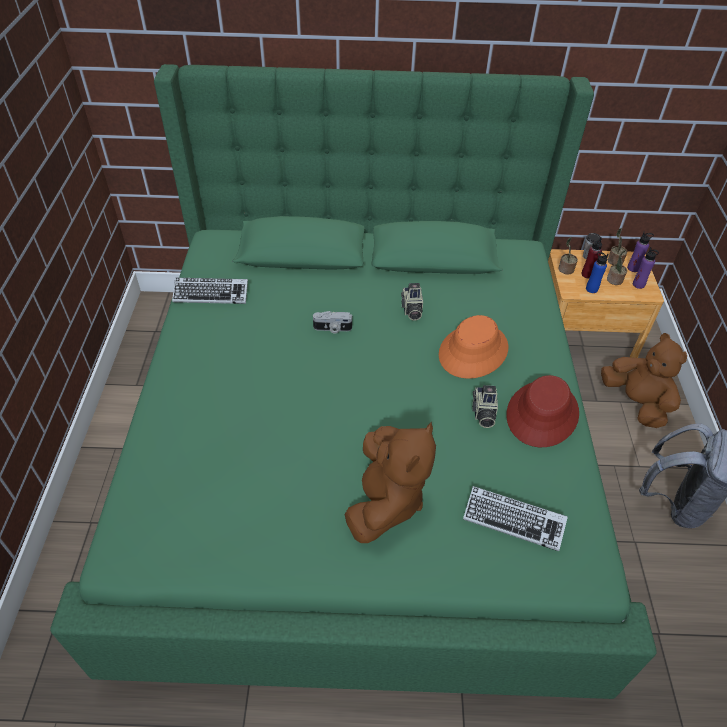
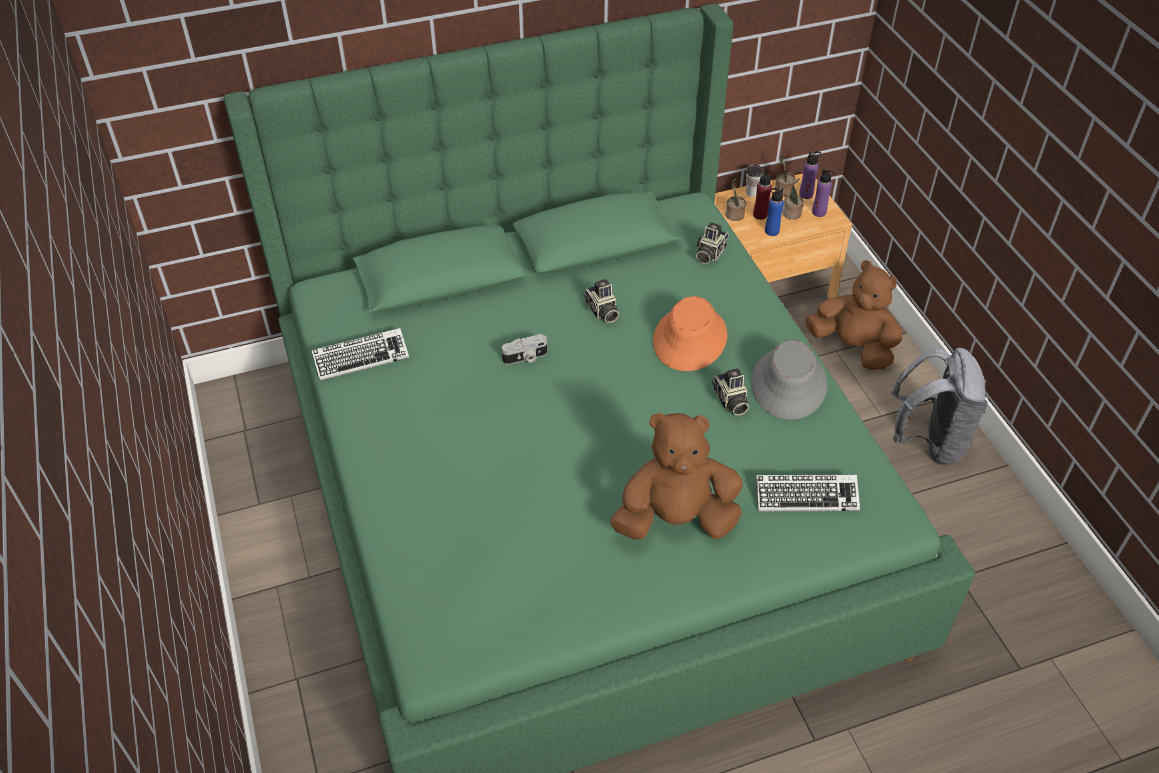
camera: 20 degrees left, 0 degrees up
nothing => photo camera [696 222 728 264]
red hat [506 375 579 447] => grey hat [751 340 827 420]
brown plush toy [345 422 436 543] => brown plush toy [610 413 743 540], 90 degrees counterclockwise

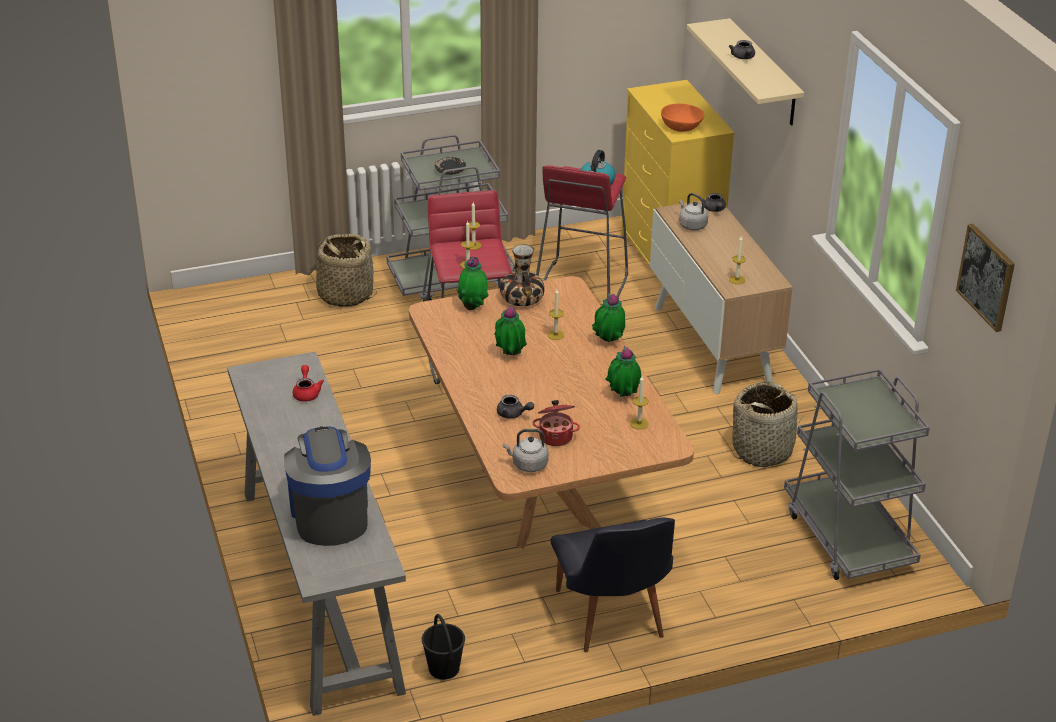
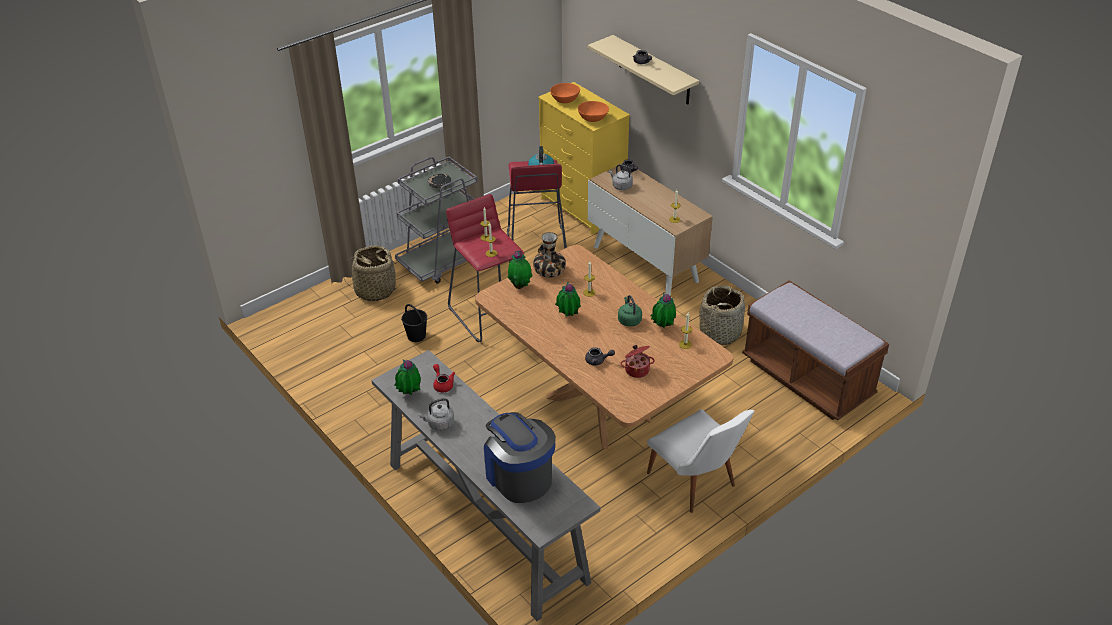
camera: 20 degrees left, 5 degrees up
picture [956 224 1015 332] => nothing
nothing => orange bowl [550 83 580 103]
nothing => green kettle [618 295 642 327]
black bucket [422 614 465 680] => black bucket [401 304 427 342], move
grey kettle [503 429 549 472] => grey kettle [419 398 454 431], move
potted plant [592 292 625 342] => potted plant [394 359 421 395], move
grey cart [784 369 930 580] => brown bench [742 280 889 421]
black chair [550 518 675 652] => white chair [647 409 754 513]

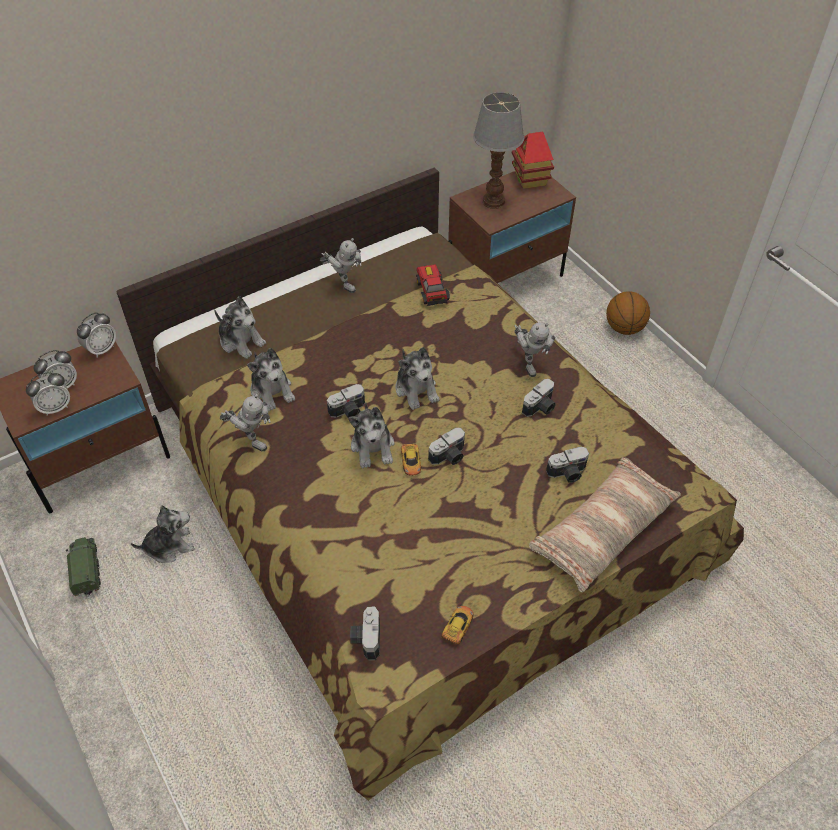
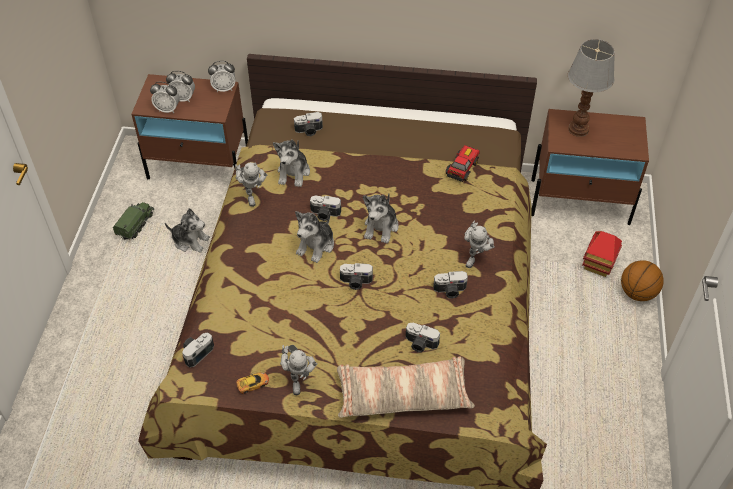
camera: 40 degrees right, 0 degrees up
toy car [401 432 421 476] => nothing
toy robot [320 238 361 293] => toy robot [280 345 317 395], move
toy house [512 132 554 189] => toy house [582 231 622 277], move
plush toy [214 296 266 359] => photo camera [294 112 323 136]

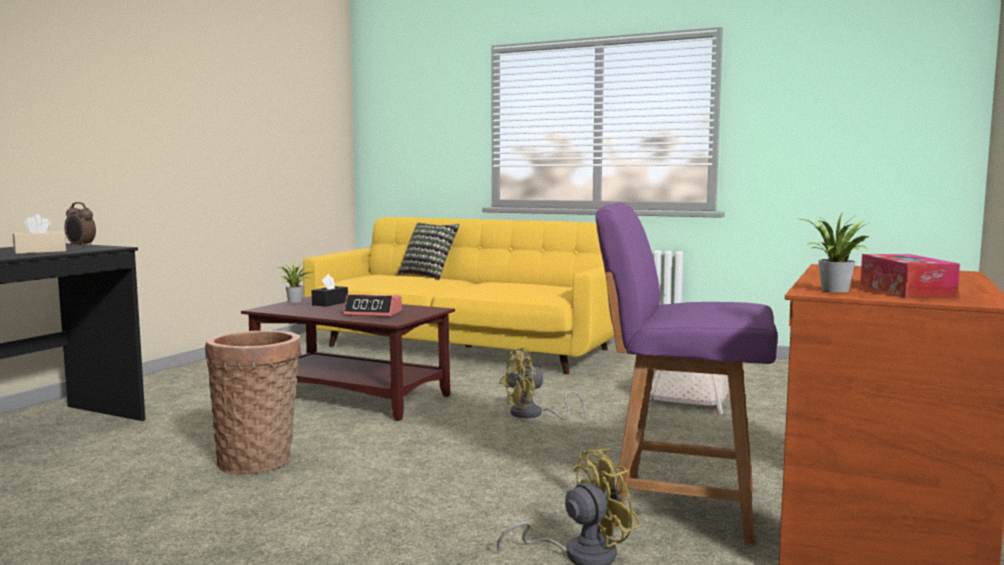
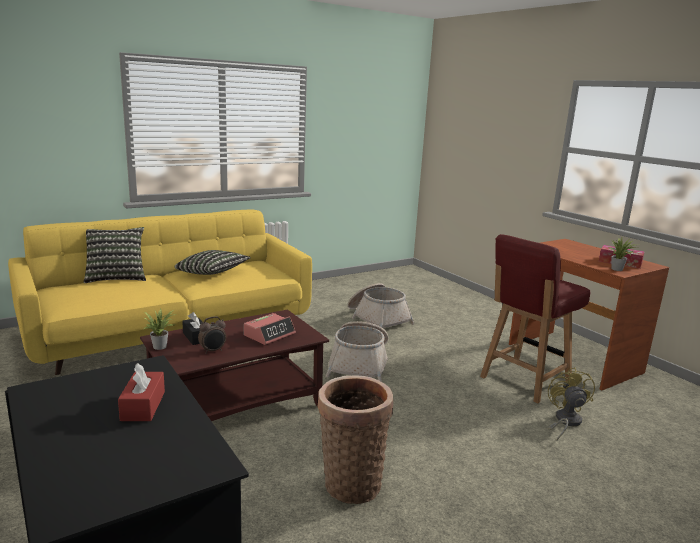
camera: 60 degrees left, 10 degrees up
nothing => pillow [174 250 250 275]
alarm clock [64 202 96 247] => alarm clock [198 316 226 354], move
yellow fan [500 348 586 419] => basket [326 321 389 382]
beige tissue box [13 214 66 254] => red tissue box [118 363 165 421]
purple chair [595 202 777 545] => red chair [480 234 590 403]

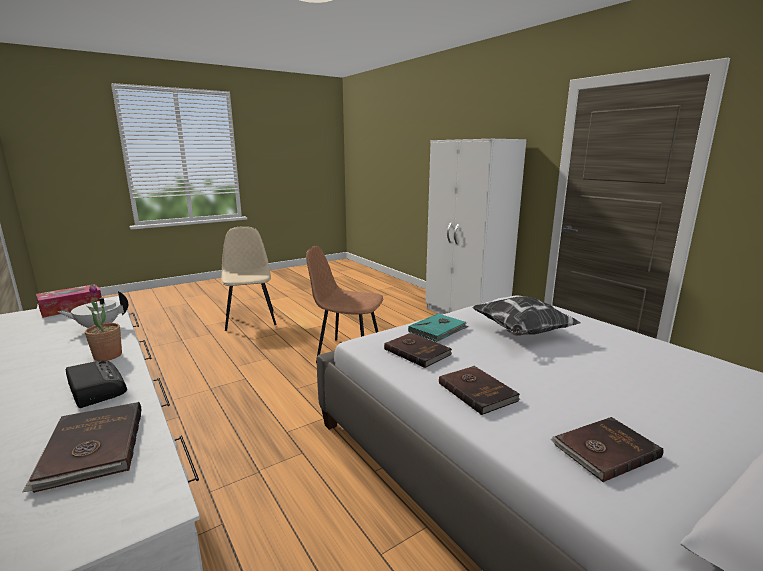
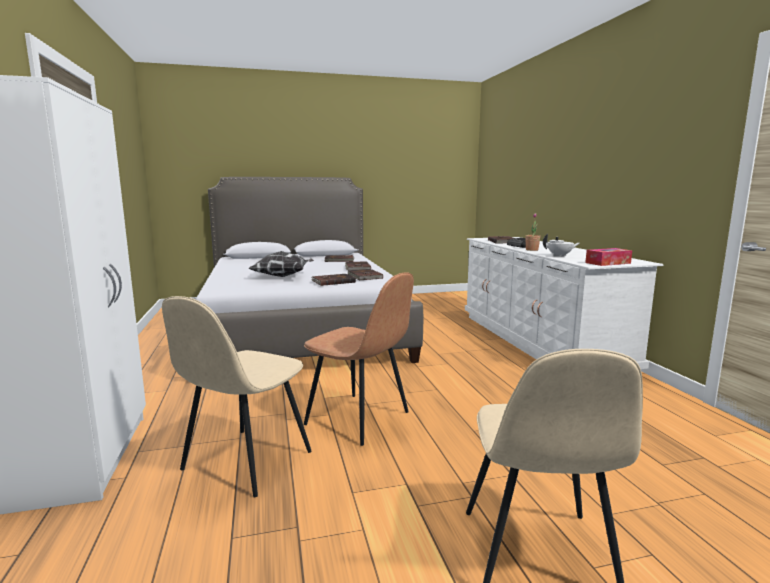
camera: 160 degrees left, 5 degrees down
nothing => beige chair [162 296 312 497]
turquoise book [408 313 469 342] => brown book [311 274 356 286]

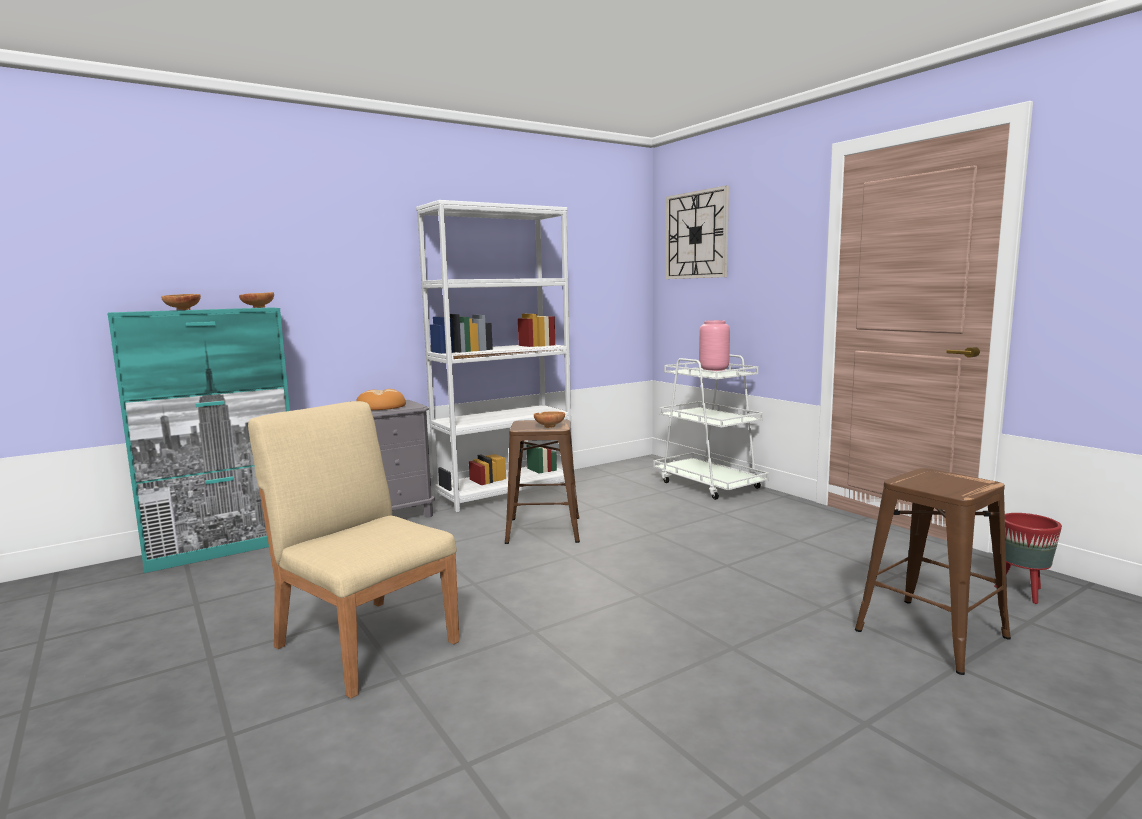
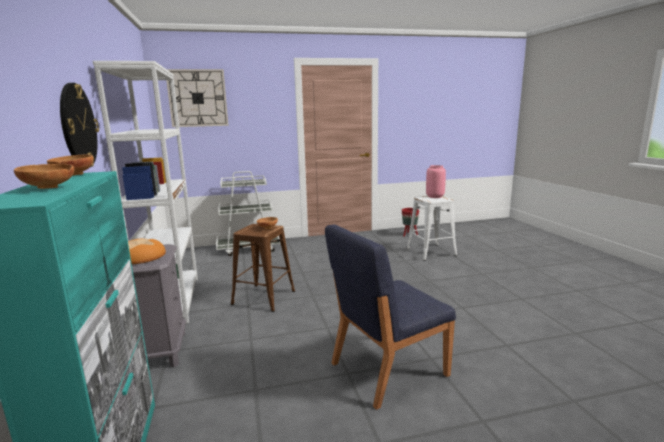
camera: 70 degrees left, 5 degrees up
nothing => wall clock [60 83 99 167]
pink vase [699 320 730 371] => pink vase [426 165 446 198], move
beige chair [248 401 459 699] => blue chair [325 225 456 410]
brown stool [855 468 1011 675] => white stool [407 196 457 261]

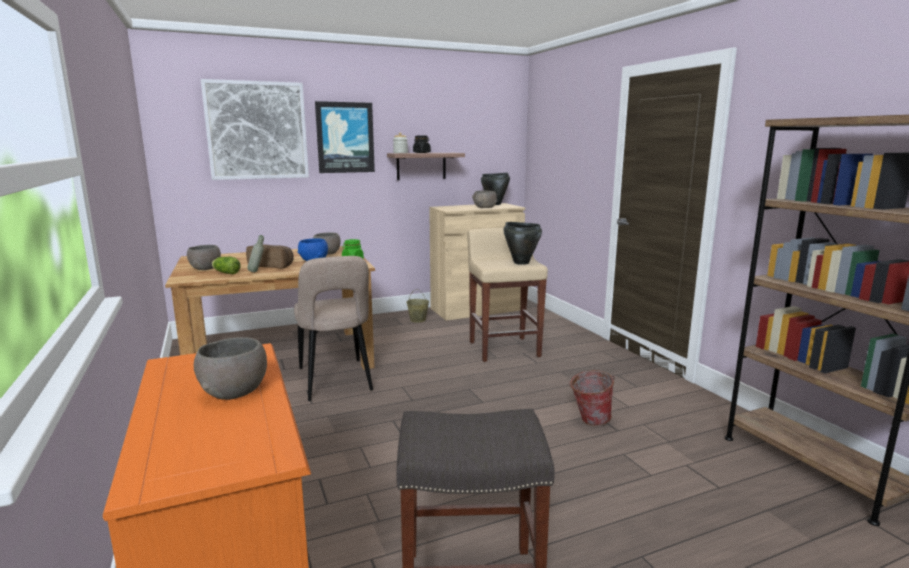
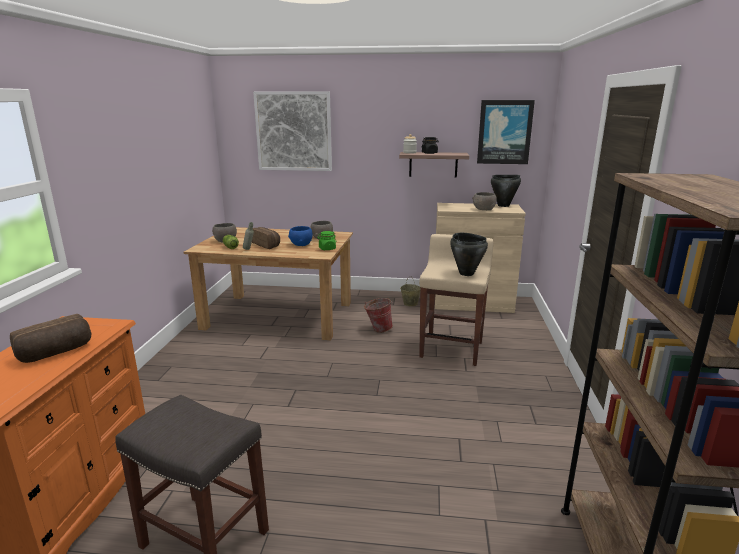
camera: 30 degrees right, 5 degrees up
beige chair [294 256 373 401] => nothing
picture [315 101 375 173] => picture [477 100 535 164], move
bucket [568 370 615 426] => bucket [364 298 393 333], move
grey bowl [194 337 267 400] => bread [10 314 91 363]

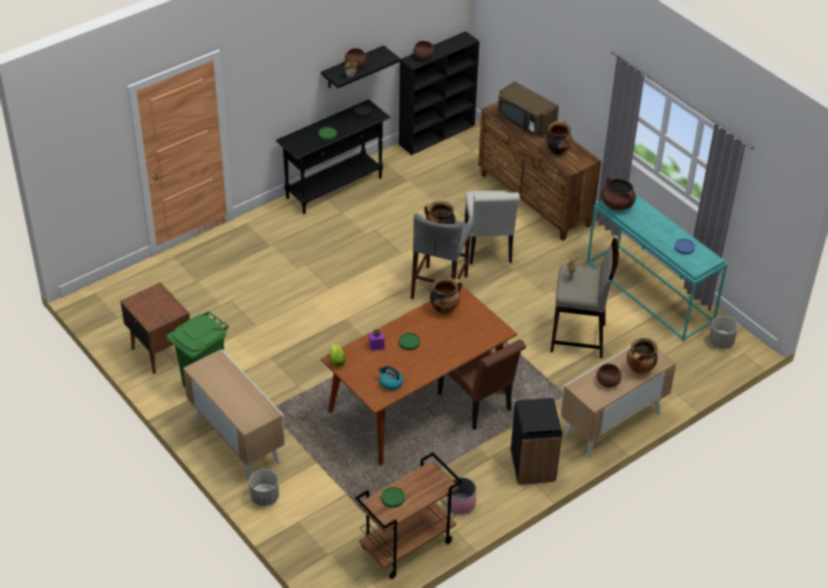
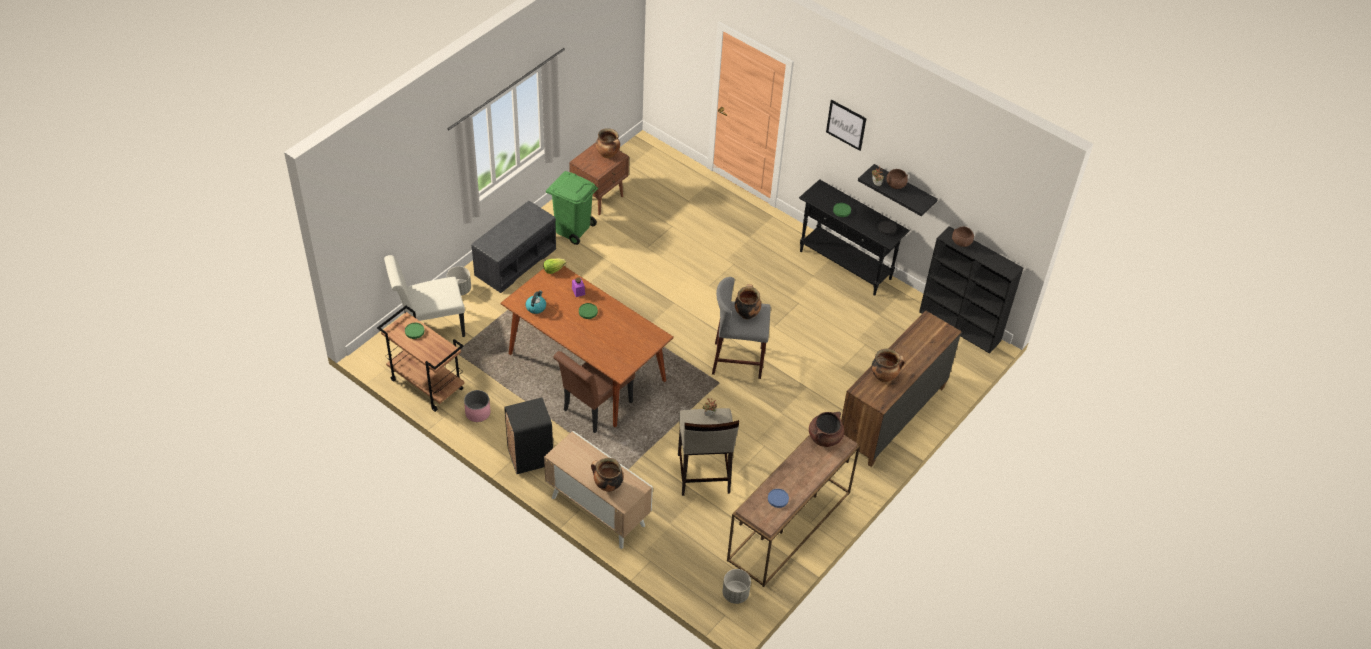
camera: 75 degrees right, 5 degrees up
brown microwave [498 81 559 137] => nothing
brown bowl [597 364 622 388] => nothing
nothing => picture [826 100 867 151]
cooking pot [430 277 462 314] => cooking pot [596 128 620 158], move
white chair [464 191 520 264] => white chair [384 255 465 337], move
cabinet [183 349 285 480] => grey bench [471 201 556 293]
turquoise console table [587 194 728 341] => brown console table [727 435 860 587]

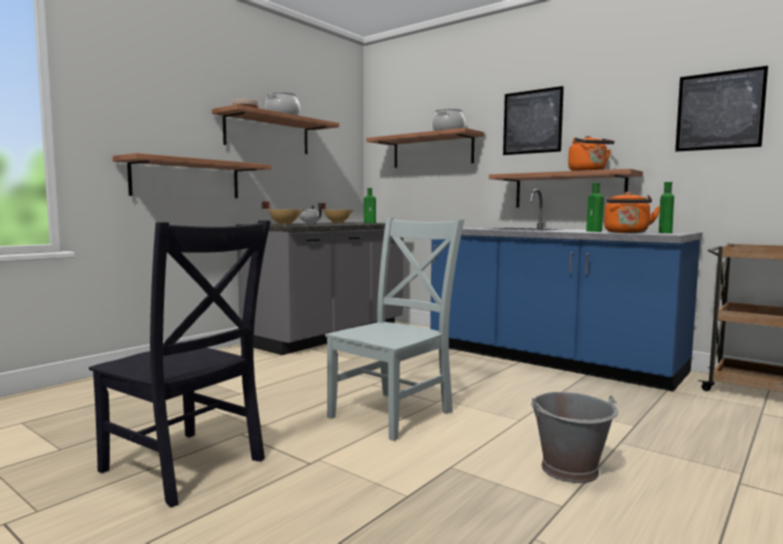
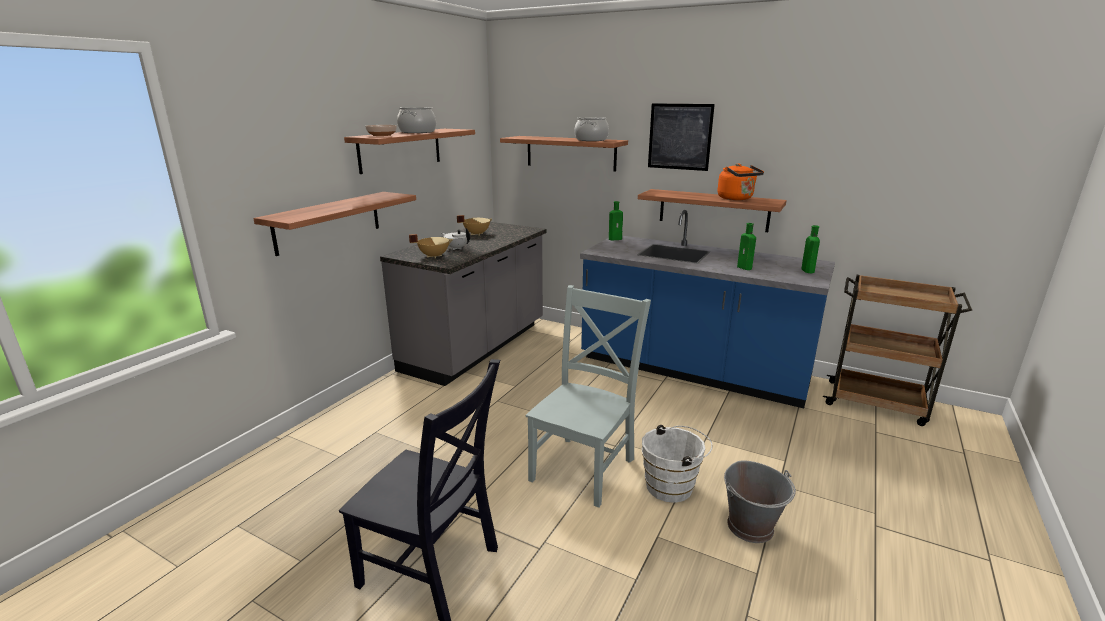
camera: 10 degrees left, 15 degrees up
orange kettle [604 192 661 233] => nothing
picture [675 66 768 152] => nothing
nothing => white bucket [642 425 712 503]
green bottle [364 188 376 223] => green bottle [609 201 623 240], move

